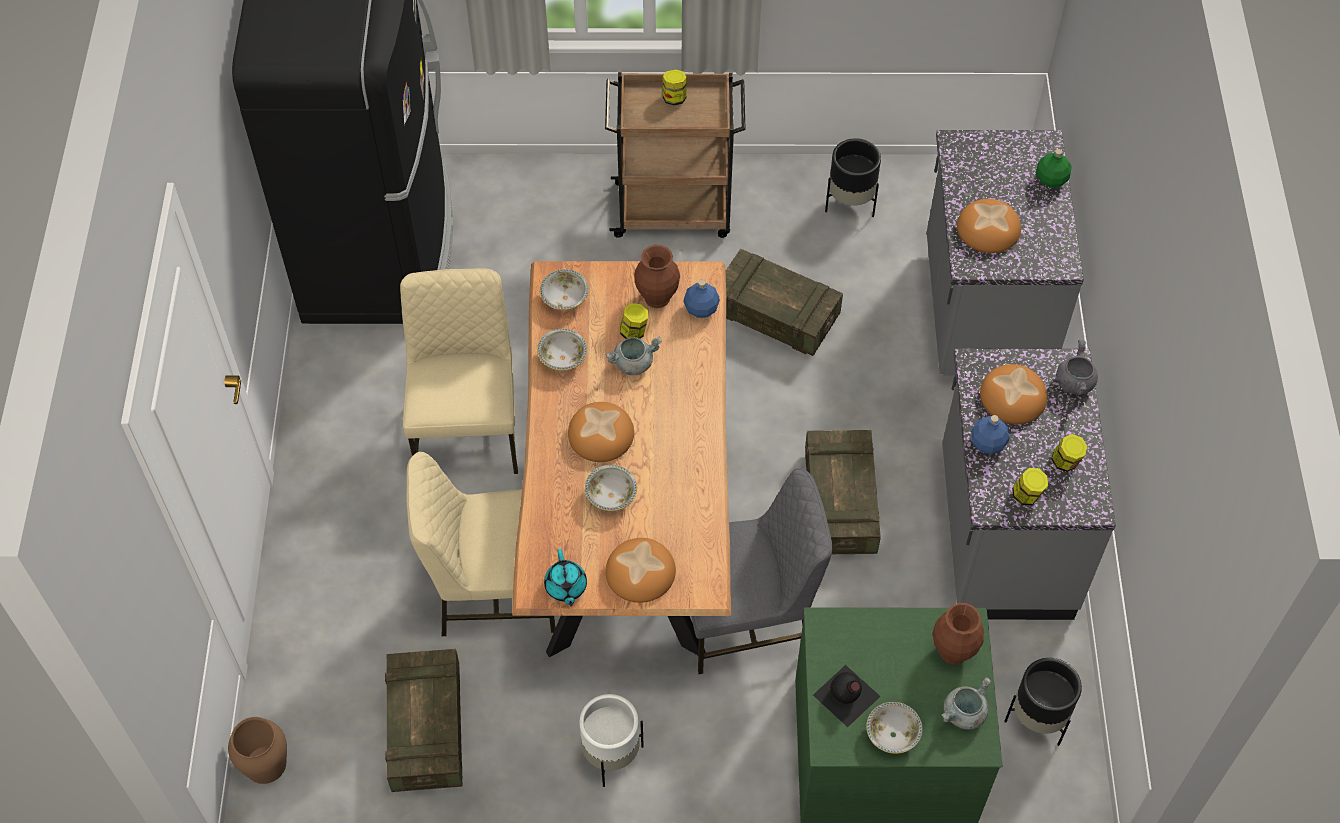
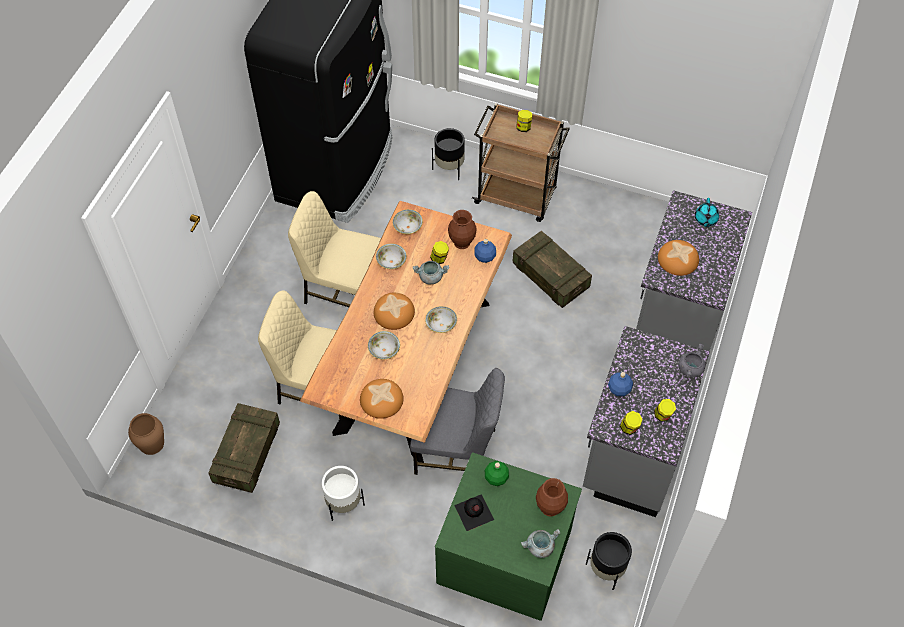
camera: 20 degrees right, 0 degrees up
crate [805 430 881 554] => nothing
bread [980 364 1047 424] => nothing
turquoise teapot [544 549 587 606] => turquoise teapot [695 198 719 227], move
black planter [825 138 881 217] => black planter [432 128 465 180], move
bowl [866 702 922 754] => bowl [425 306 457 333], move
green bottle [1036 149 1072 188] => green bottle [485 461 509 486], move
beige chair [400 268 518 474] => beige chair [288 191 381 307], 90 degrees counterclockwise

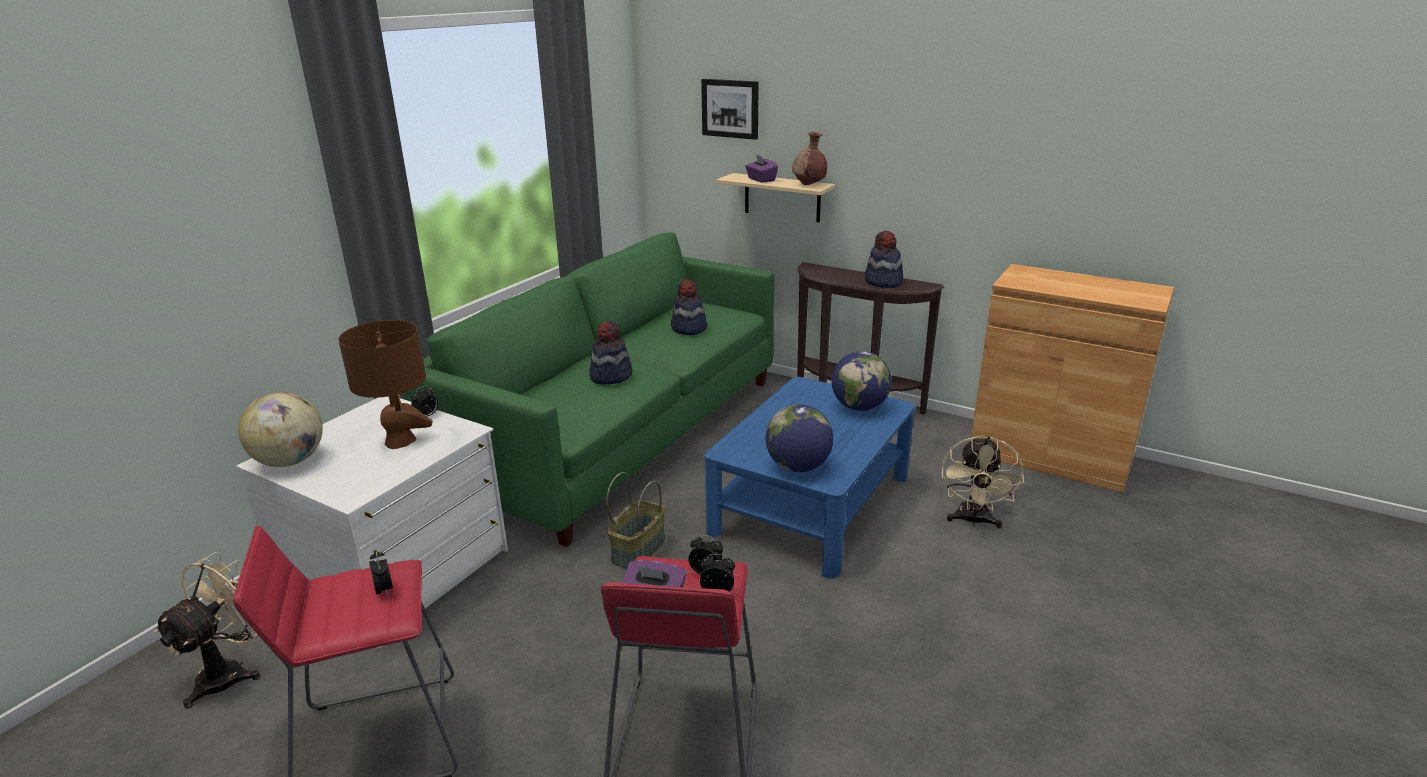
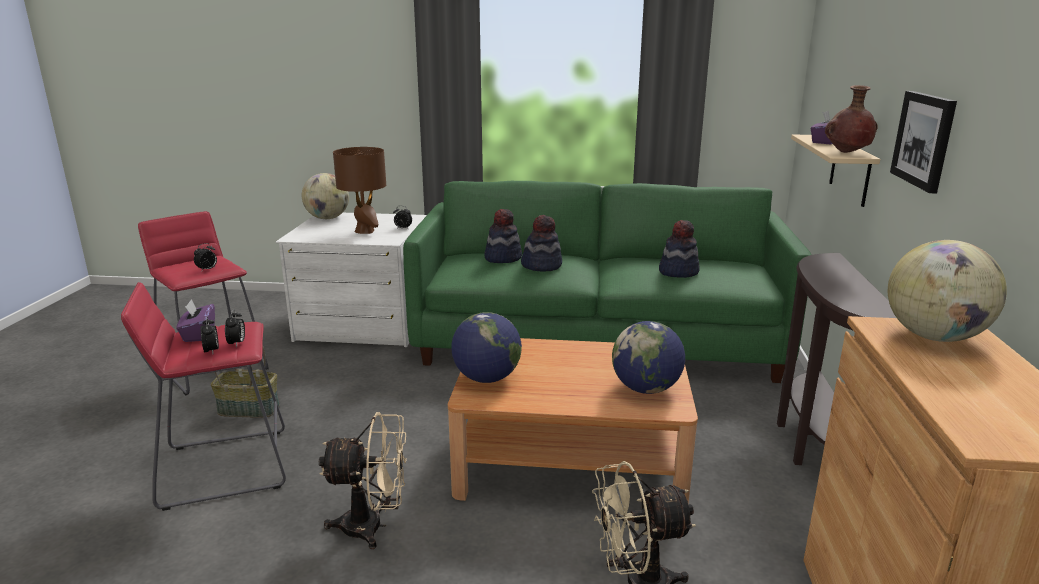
camera: 65 degrees right, 5 degrees down
nothing => globe [888 240 1007 342]
beige fan [154 552 260 709] => beige fan [319 412 407 549], move
basket [606 472 665 569] => basket [211 346 280 418], move
picture [701 79 759 140] => picture [890 91 957 193], move
hat [865 231 903 288] => hat [484 209 522 263], move
blue coffee table [704 377 915 579] => brown coffee table [448 338 698 504]

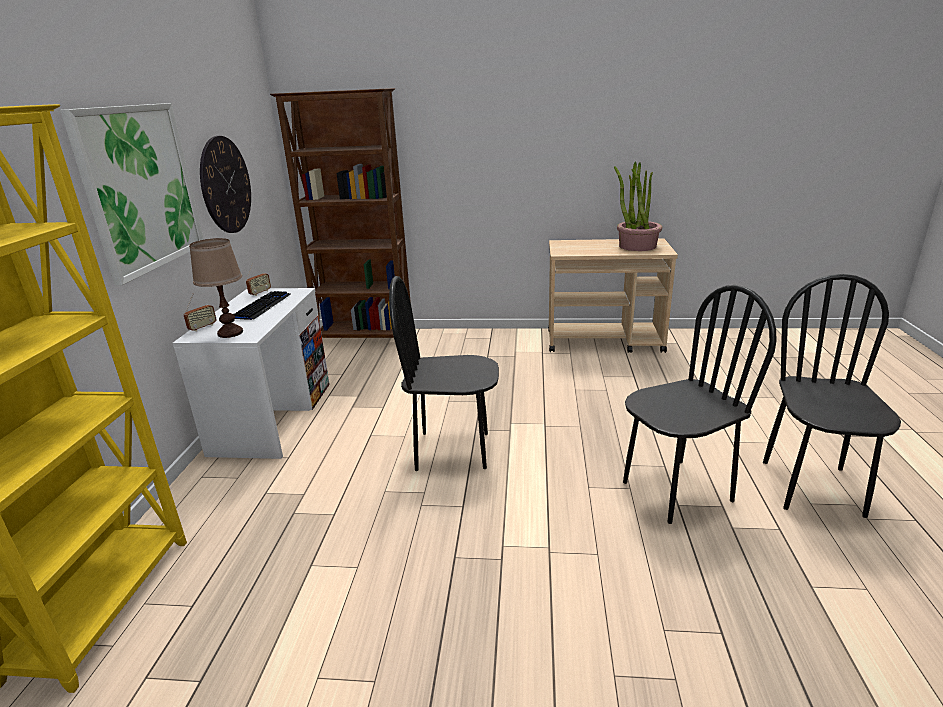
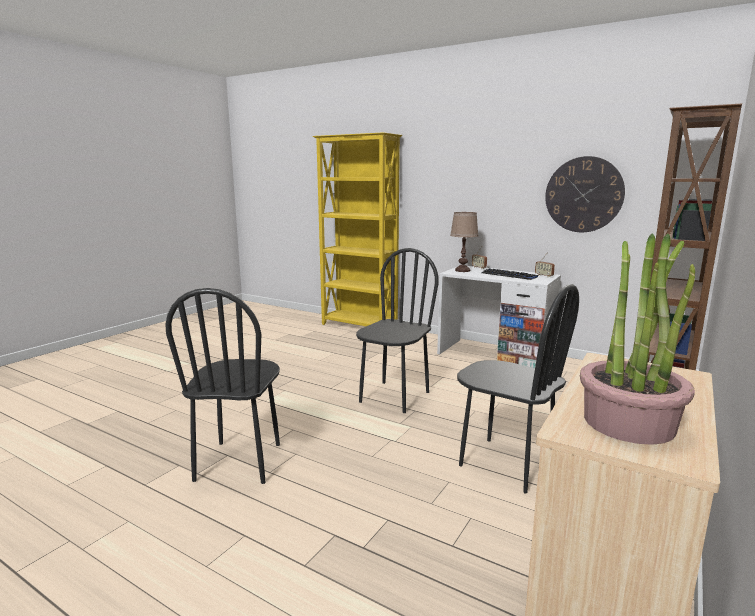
camera: 115 degrees right, 10 degrees down
picture [60 103 204 285] => nothing
black chair [763 274 901 518] => black chair [457 284 579 494], move

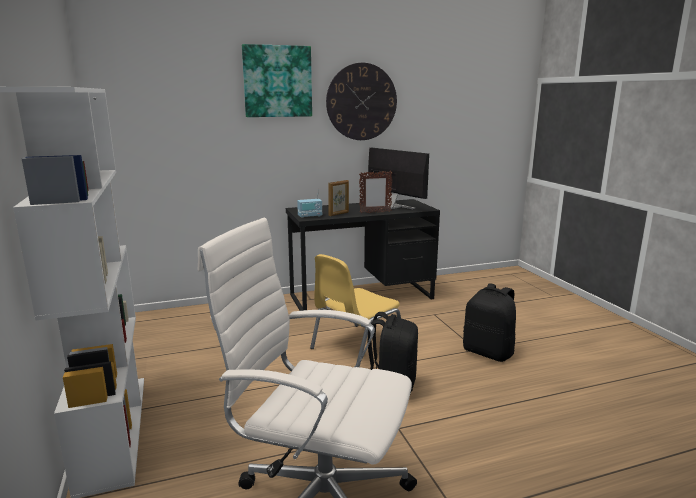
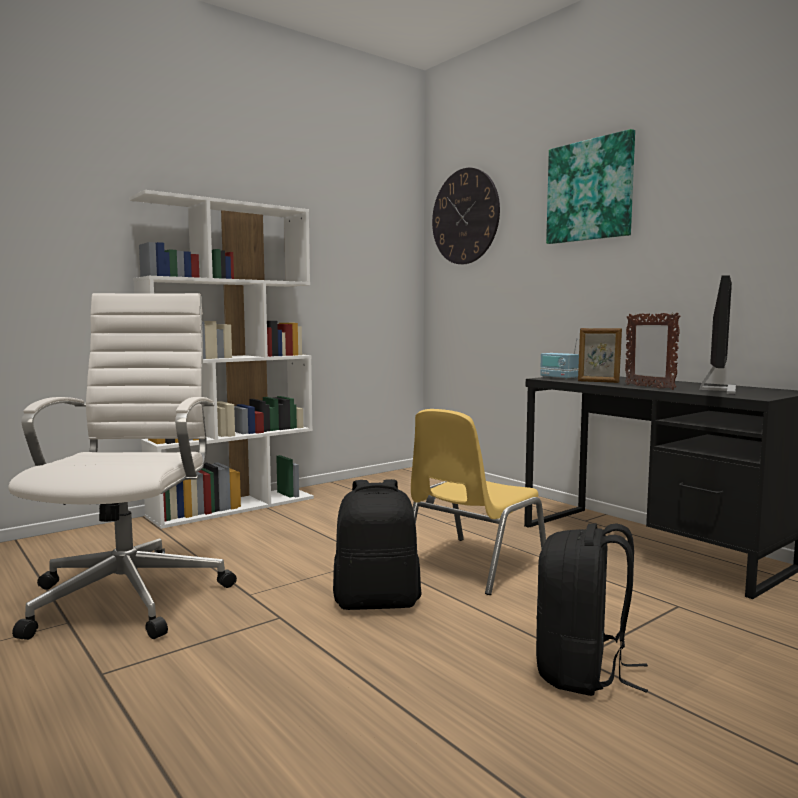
camera: 70 degrees right, 10 degrees down
wall clock [326 63 397 140] => wall clock [432 168 500 264], move
yellow chair [310 254 401 367] => yellow chair [411 409 546 595], 75 degrees counterclockwise

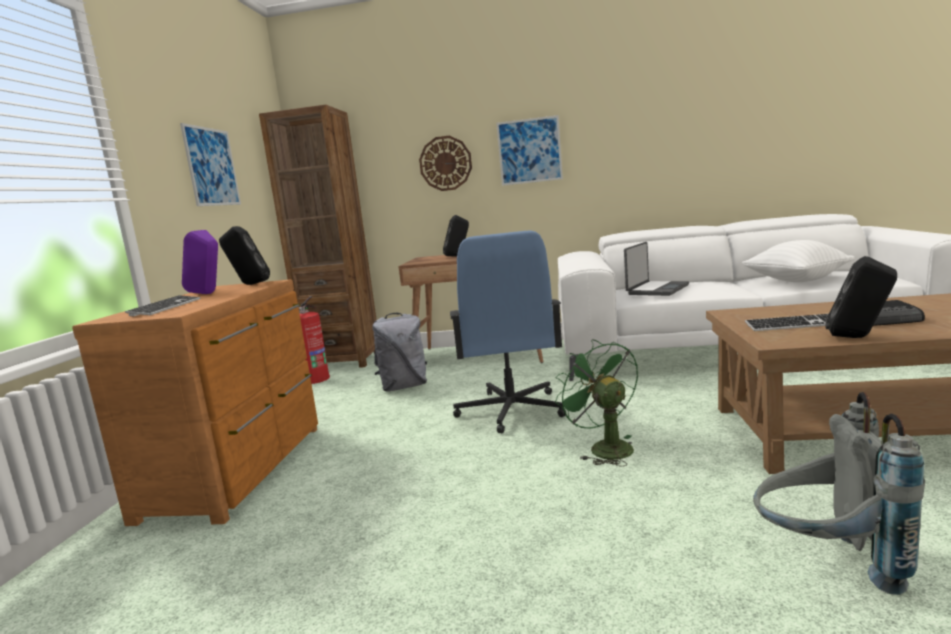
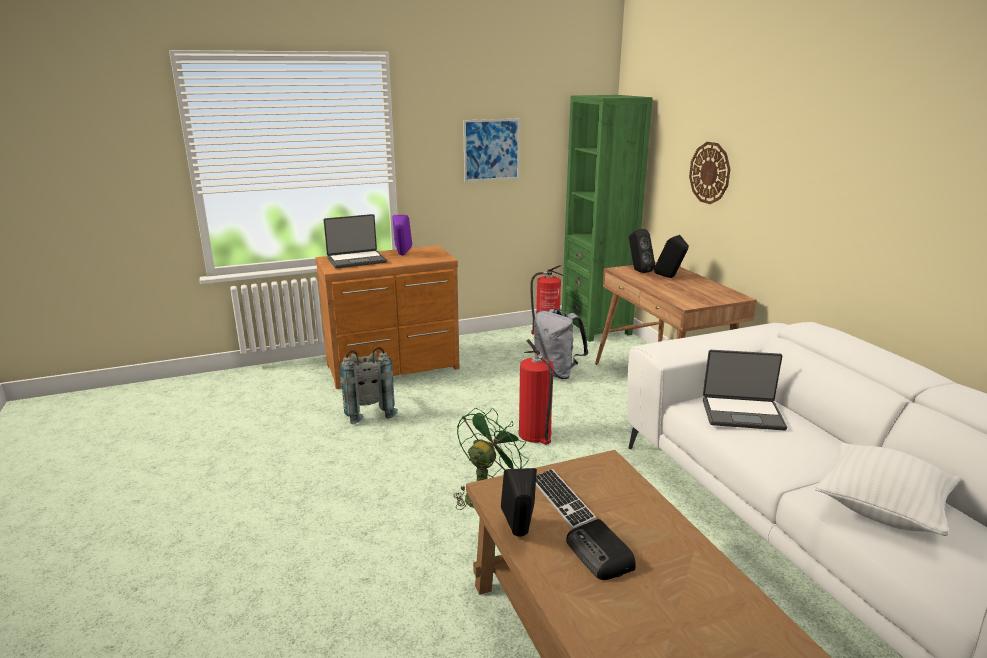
camera: 60 degrees right, 10 degrees up
picture [496 115 563 186] => nothing
black speaker [219 226 270 285] => black speaker [629 229 655 273], move
grey backpack [753 392 925 595] => grey backpack [340 347 398 424], move
keyboard [125 295 200 316] => laptop [324 214 387 269]
blue office chair [450 230 566 434] => fire extinguisher [518 339 554 445]
brown bookcase [259 104 377 368] => green bookcase [562 95 652 342]

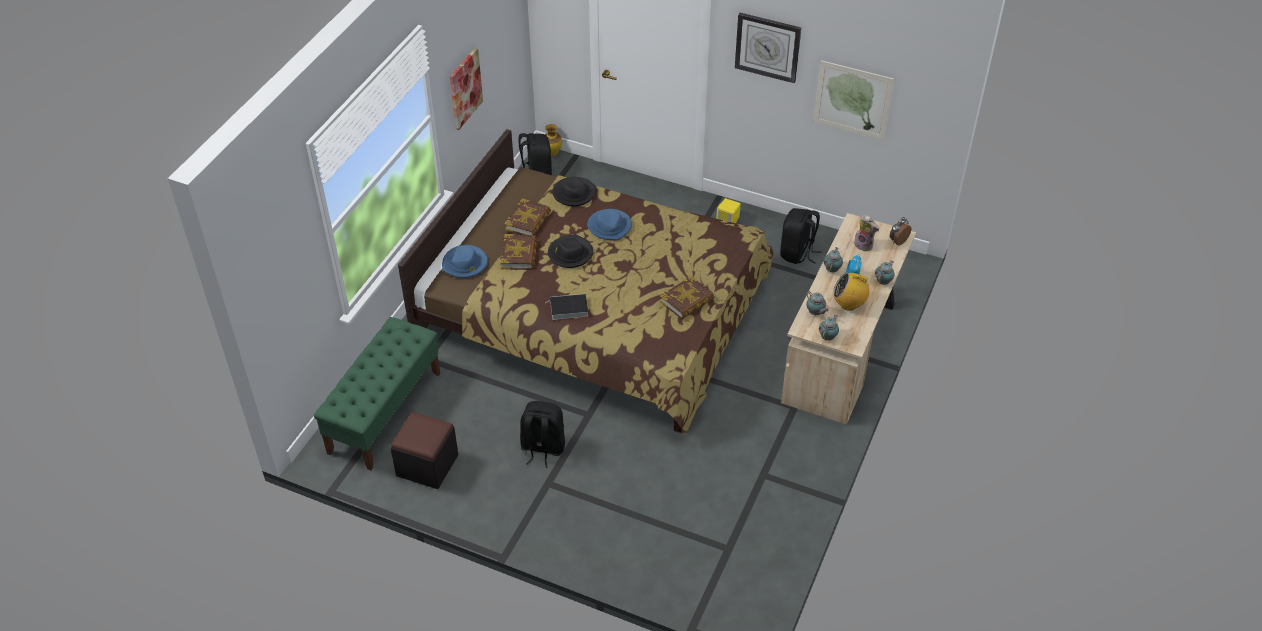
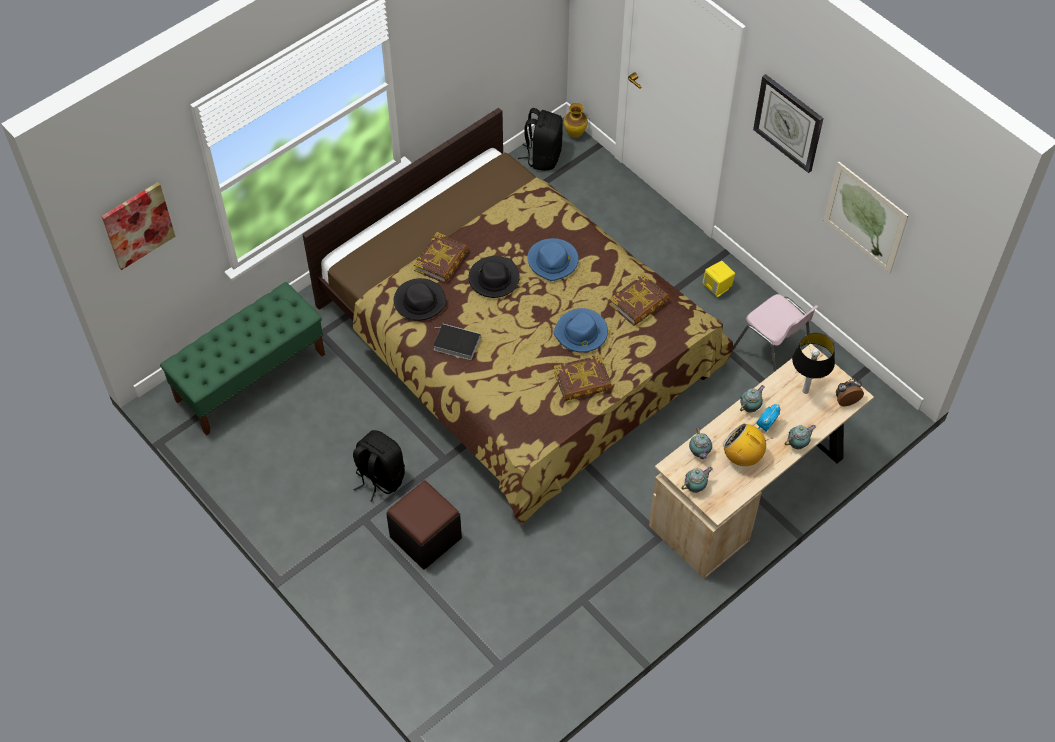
camera: 25 degrees right, 10 degrees up
black ottoman [390 412 458 489] => black ottoman [386 480 462 569], move
blue hat [442 245 488 278] => blue hat [553 308 608 353], move
picture [450 48 483 130] => picture [101 182 176 270], move
book [504 199 551 235] => book [609 273 669 326], move
black hat [552 177 597 206] => black hat [394 278 447 321], move
black backpack [780 208 821 264] => pink chair [733 294 818 372]
plush toy [854 215 879 252] => table lamp [792 333 835 394]

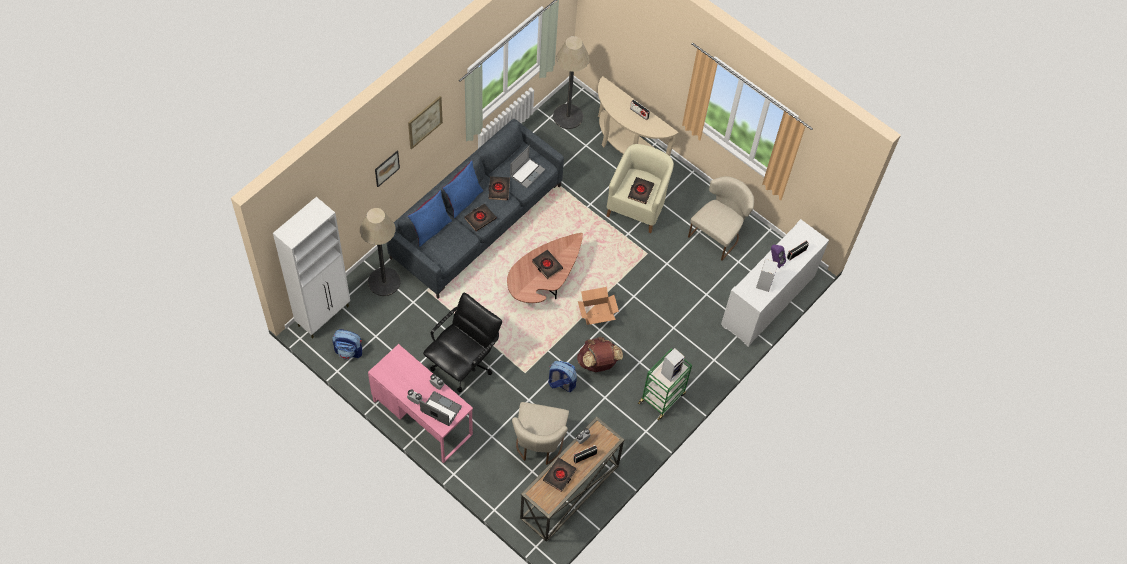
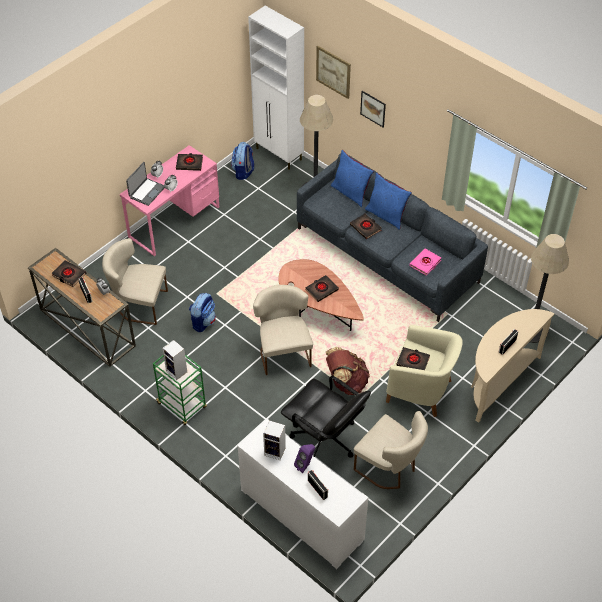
camera: 95 degrees right, 10 degrees down
picture [408 96 443 149] => picture [316 45 351 99], move
black office chair [423 293 502 392] => black office chair [281 375 371 457], move
black book [488 176 510 201] => black book [176 153 203 171], move
brown backpack [577 337 623 372] => brown backpack [326 347 370 395], move
laptop [510 146 545 188] => pink book [410 249 441 276]
cardboard box [578 287 619 325] => beige chair [253 285 313 375]

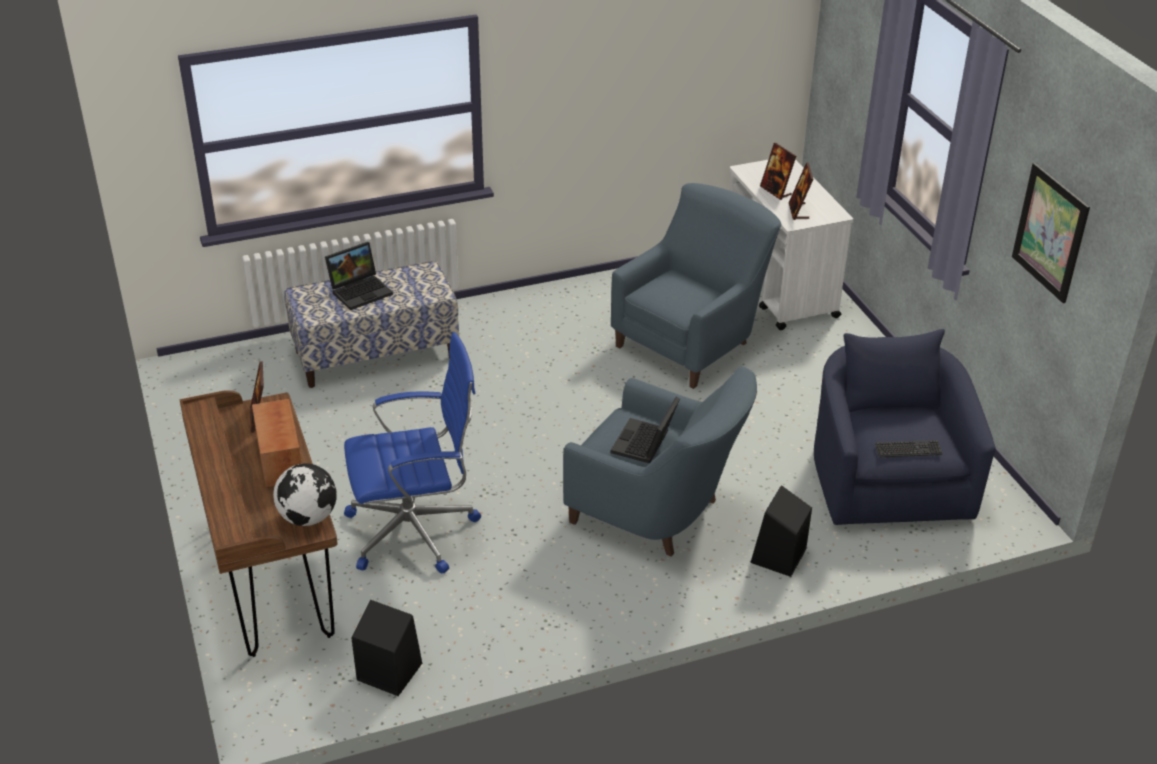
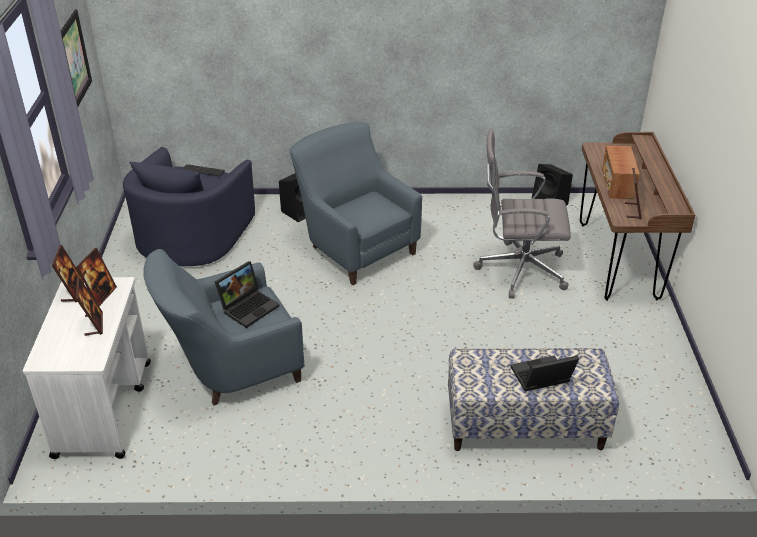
camera: 160 degrees left, 0 degrees up
globe [273 464 337 526] => nothing
nothing => picture frame [52 245 84 302]
laptop [610 397 680 463] => laptop [215 261 280 328], move
blue office chair [344 332 481 573] => grey office chair [473 128 571 298]

